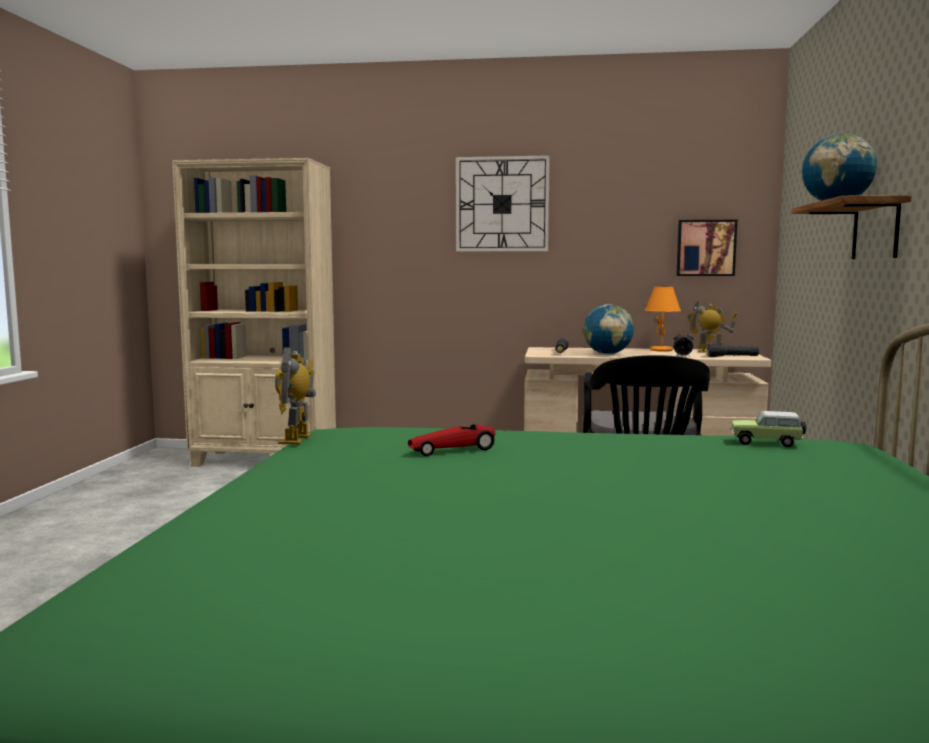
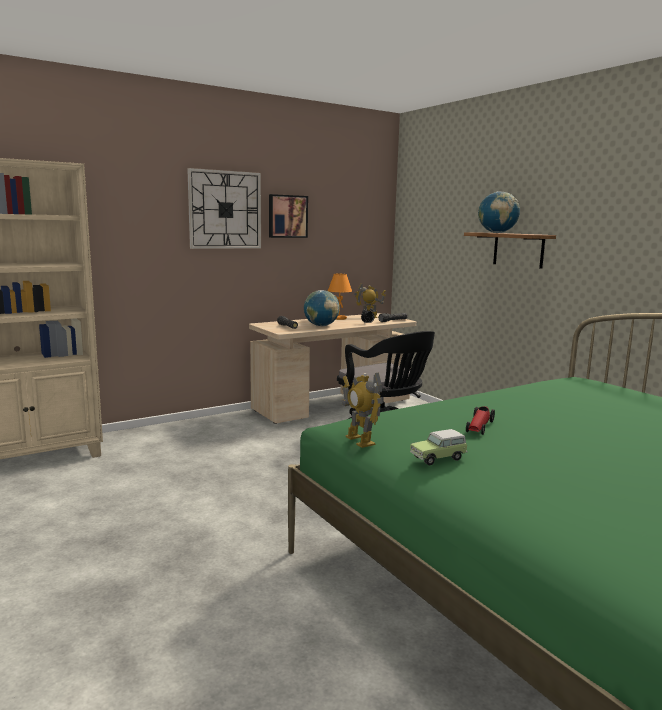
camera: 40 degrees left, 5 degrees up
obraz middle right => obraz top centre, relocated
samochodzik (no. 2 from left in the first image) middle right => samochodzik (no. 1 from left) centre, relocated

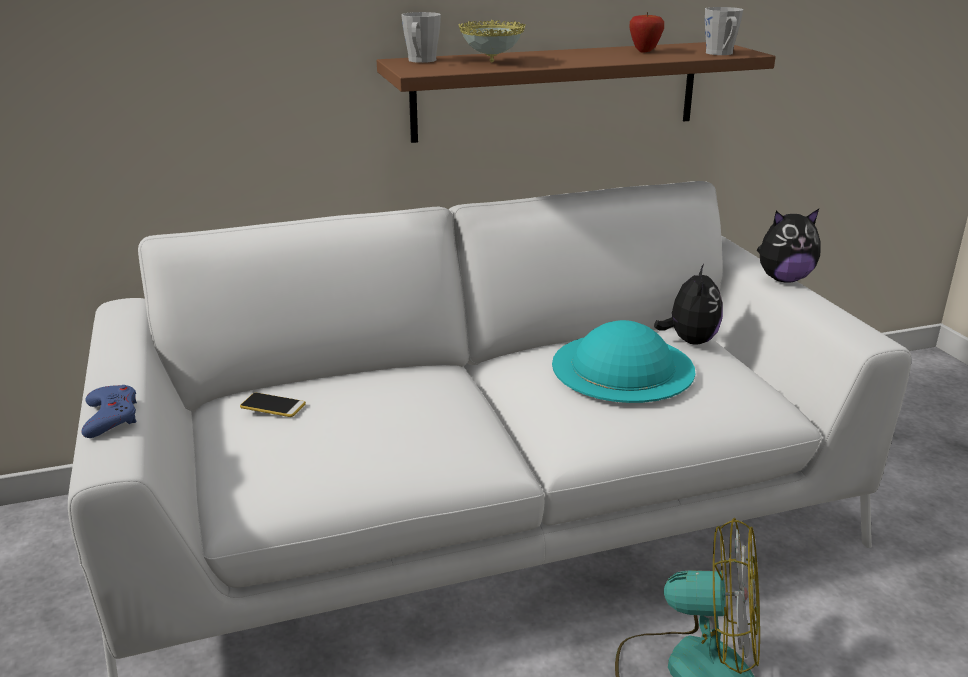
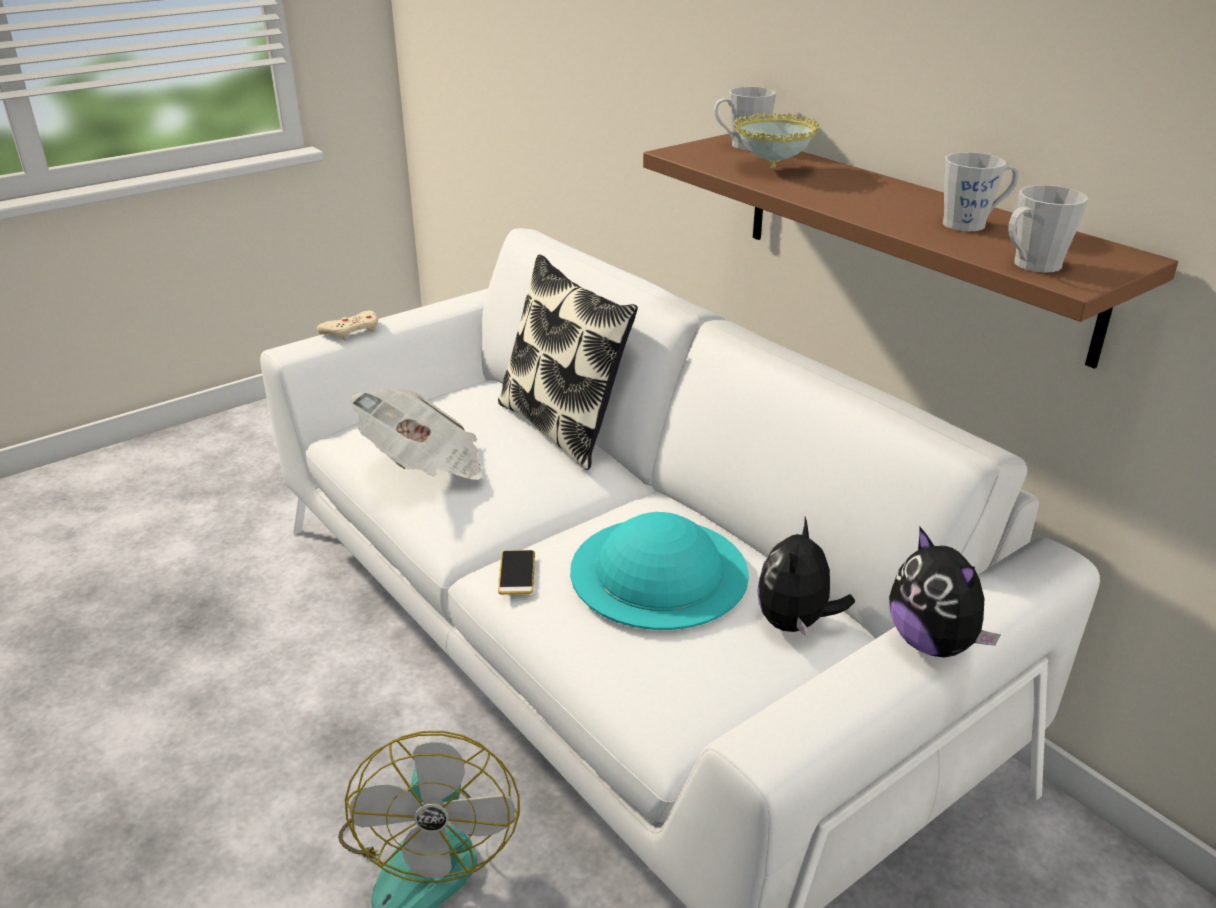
camera: 70 degrees right, 5 degrees up
nothing => gazeta centre
nothing => poduszka centre
telefon middle left => telefon centre, relocated
jabłko top right => kubek (szary) (no. 2 from left) top right
pad do gier (niebieski) middle left => pad do gier (beżowy) middle left
pluszak (no. 1 from left) middle right => pluszak (no. 1 from left) centre, 120 degrees clockwise

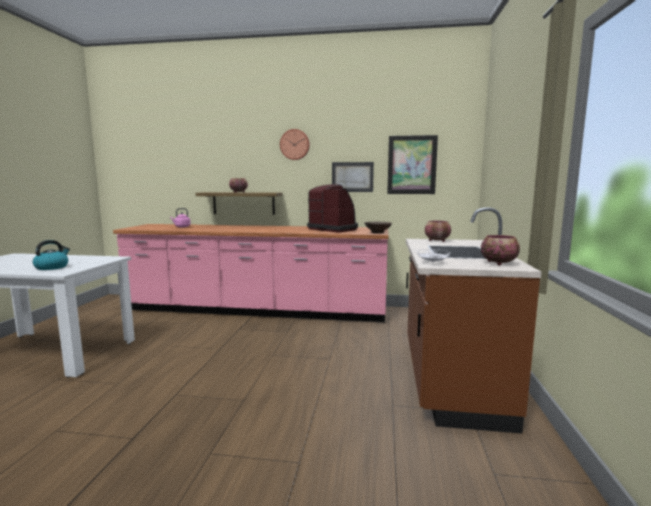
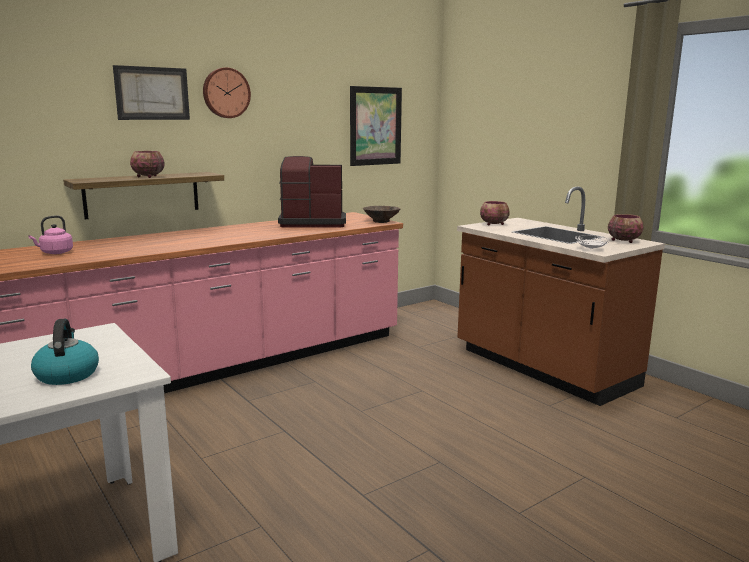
camera: 45 degrees left, 5 degrees up
obraz (no. 1 from left) centre => obraz (no. 1 from left) top left, relocated

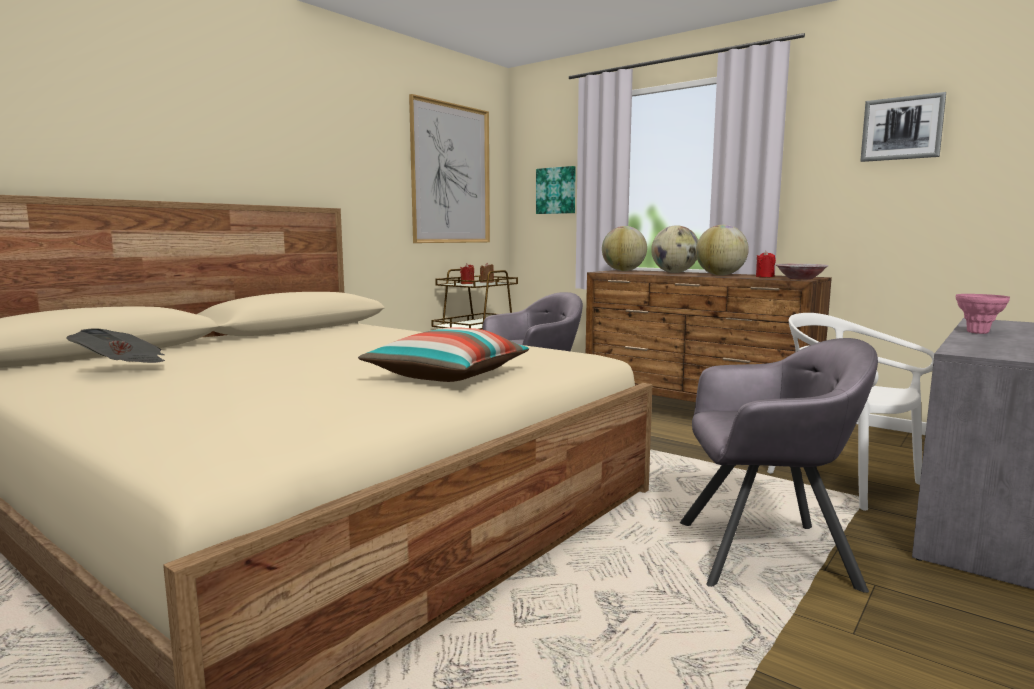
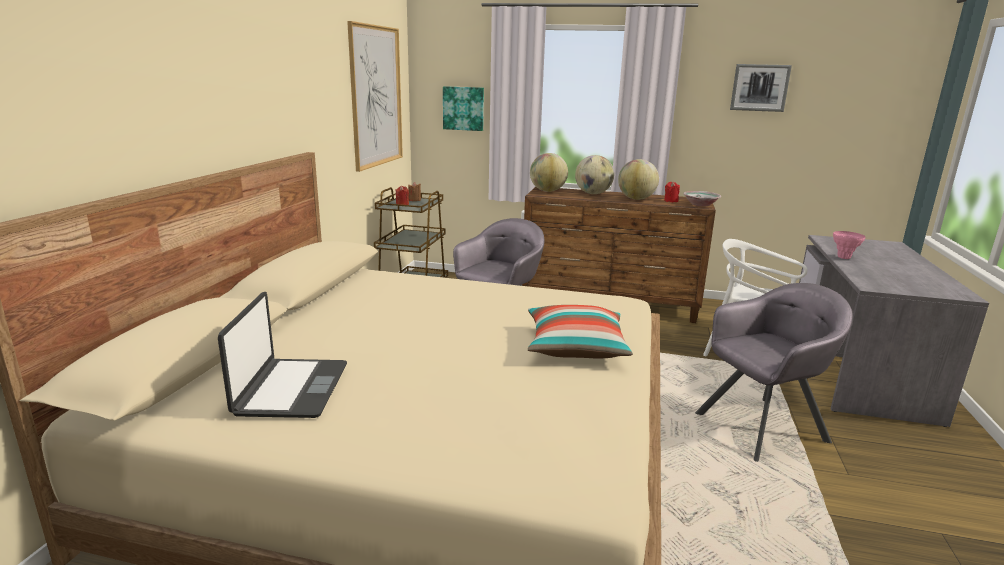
camera: 25 degrees left, 10 degrees up
gazeta middle left => laptop middle left

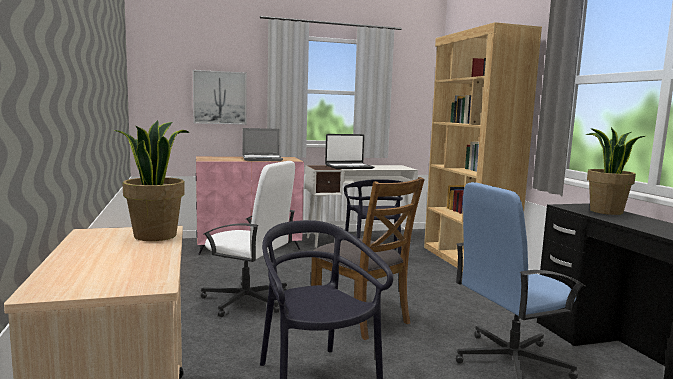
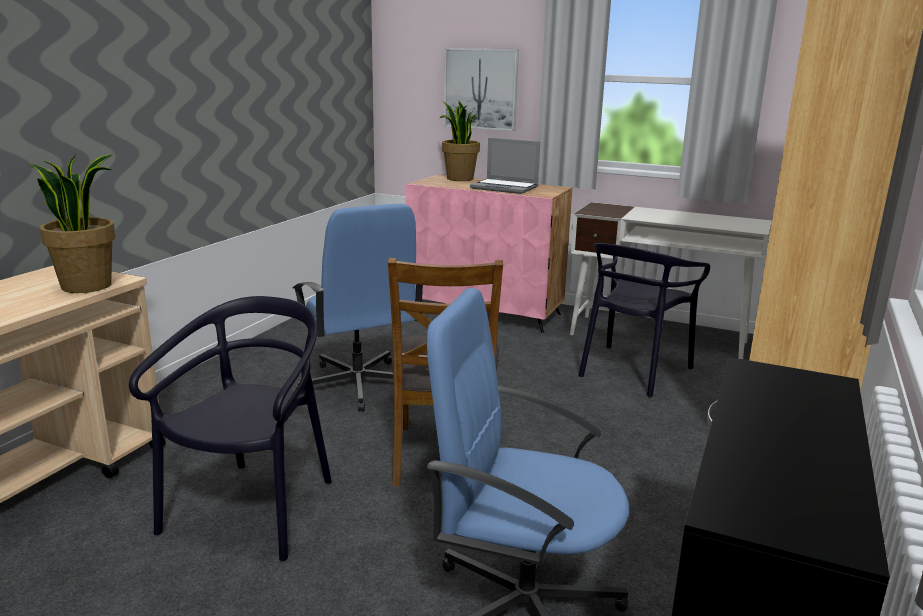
camera: 40 degrees right, 10 degrees up
laptop (no. 2 from left) centre => nothing
roślina doniczkowa (no. 2 from left) middle right => roślina doniczkowa (no. 2 from left) top centre, relocated
krzesło biurowe (biały) centre => krzesło biurowe (niebieski) (no. 1 from left) centre

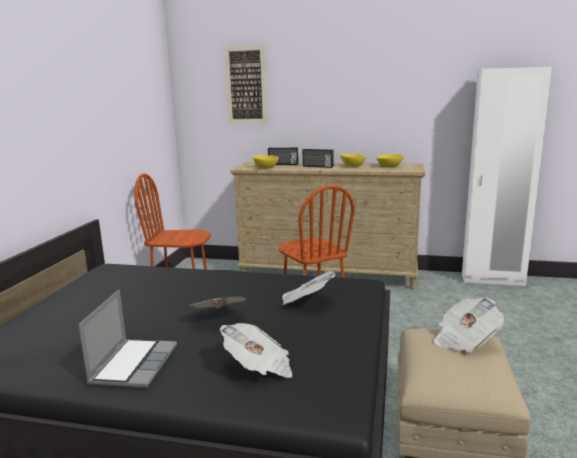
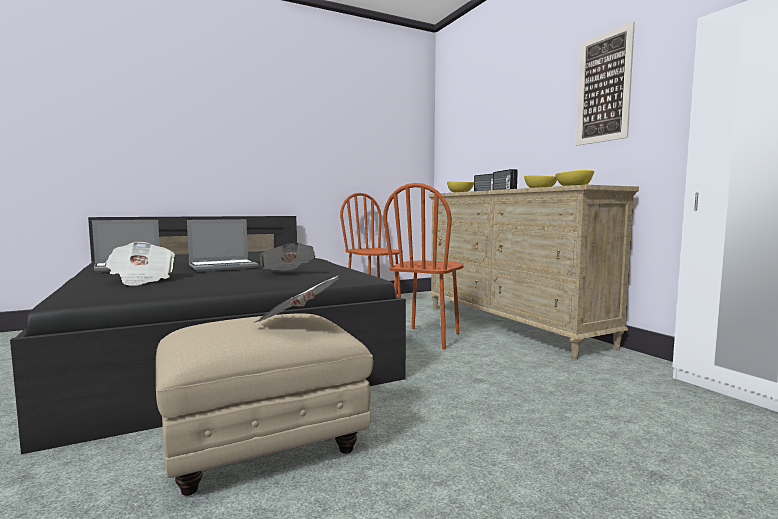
camera: 50 degrees right, 10 degrees down
obraz top centre => obraz top right, relocated
gazeta (no. 1 from left) centre => laptop (no. 2 from left) middle left

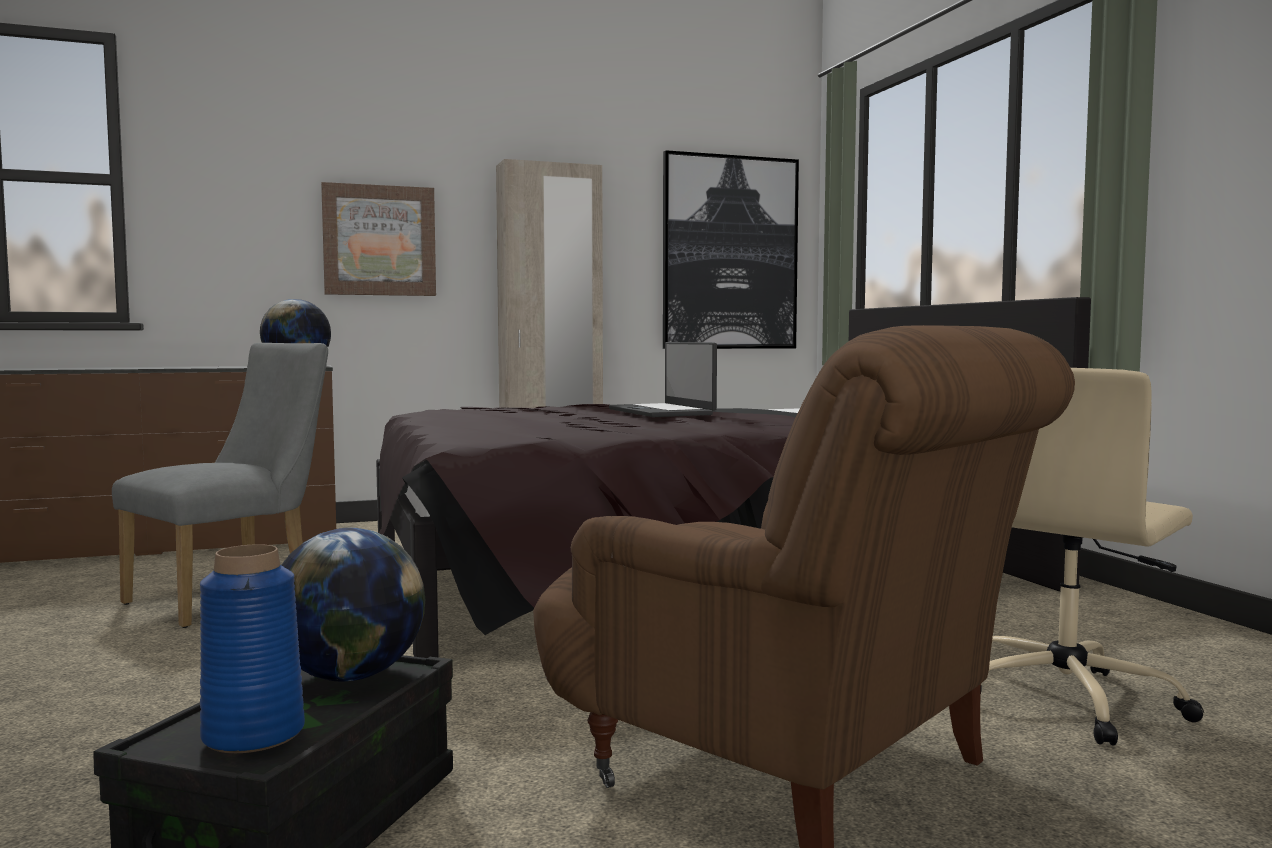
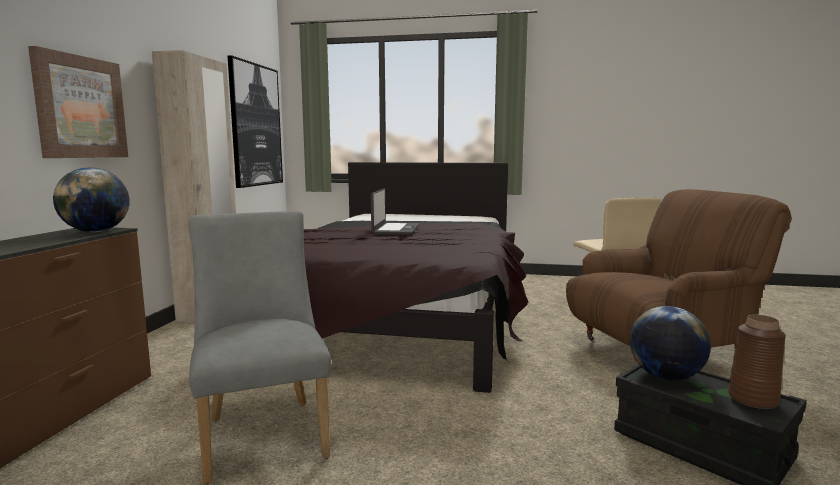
camera: 60 degrees left, 5 degrees up
wazon (niebieski) bottom left => wazon (brązowy) bottom right
laptop centre, 90 degrees counterclockwise

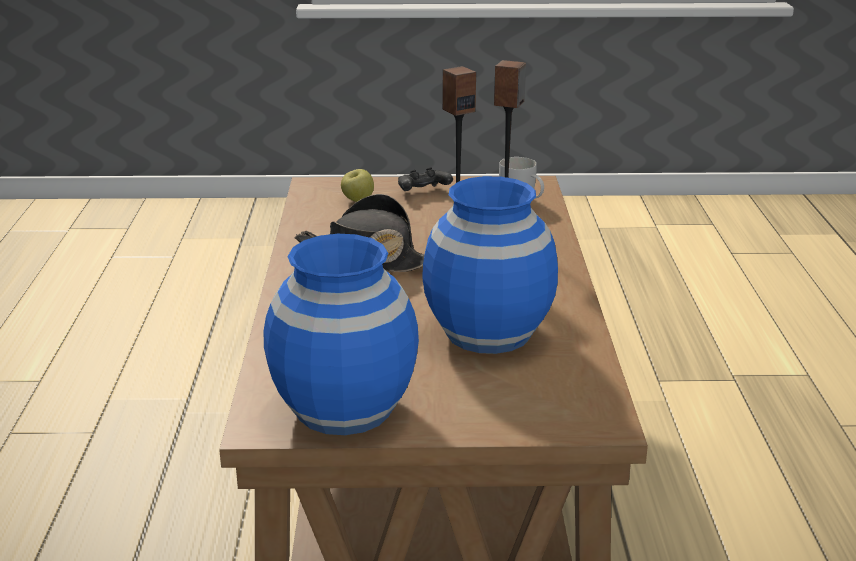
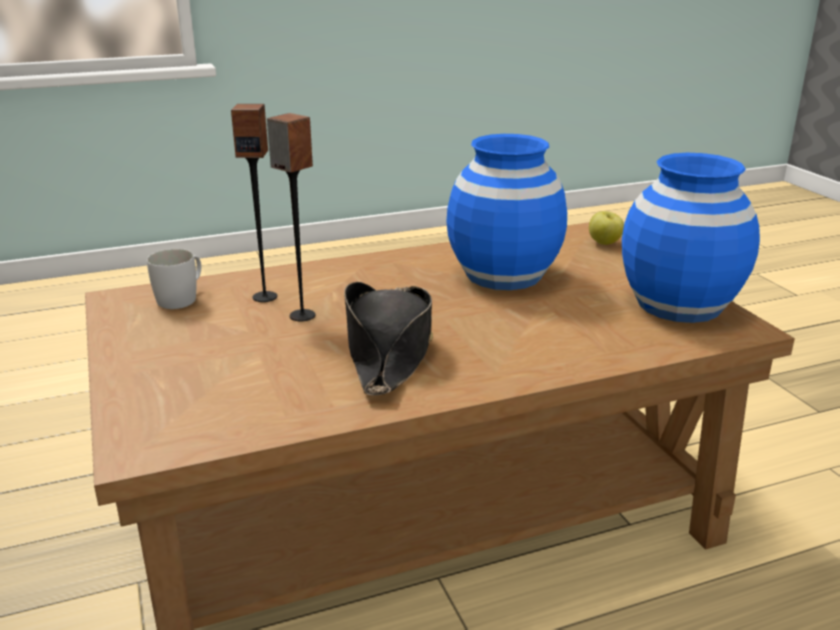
camera: 110 degrees left, 0 degrees up
pad do gier (czarny) top centre => nothing
jabłko top centre => jabłko middle right, relocated

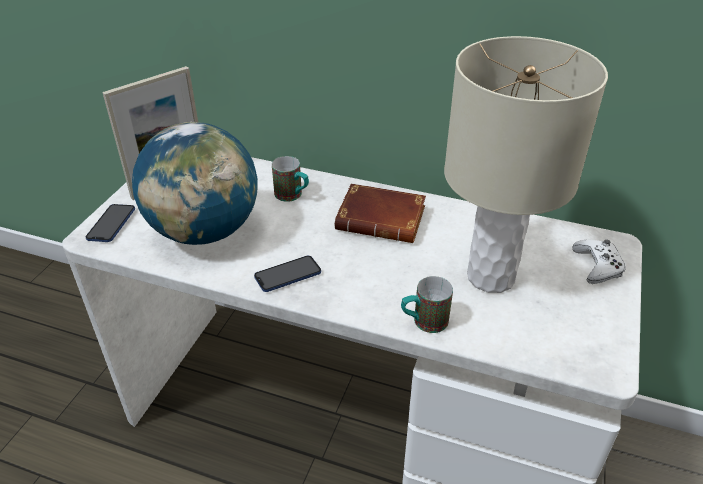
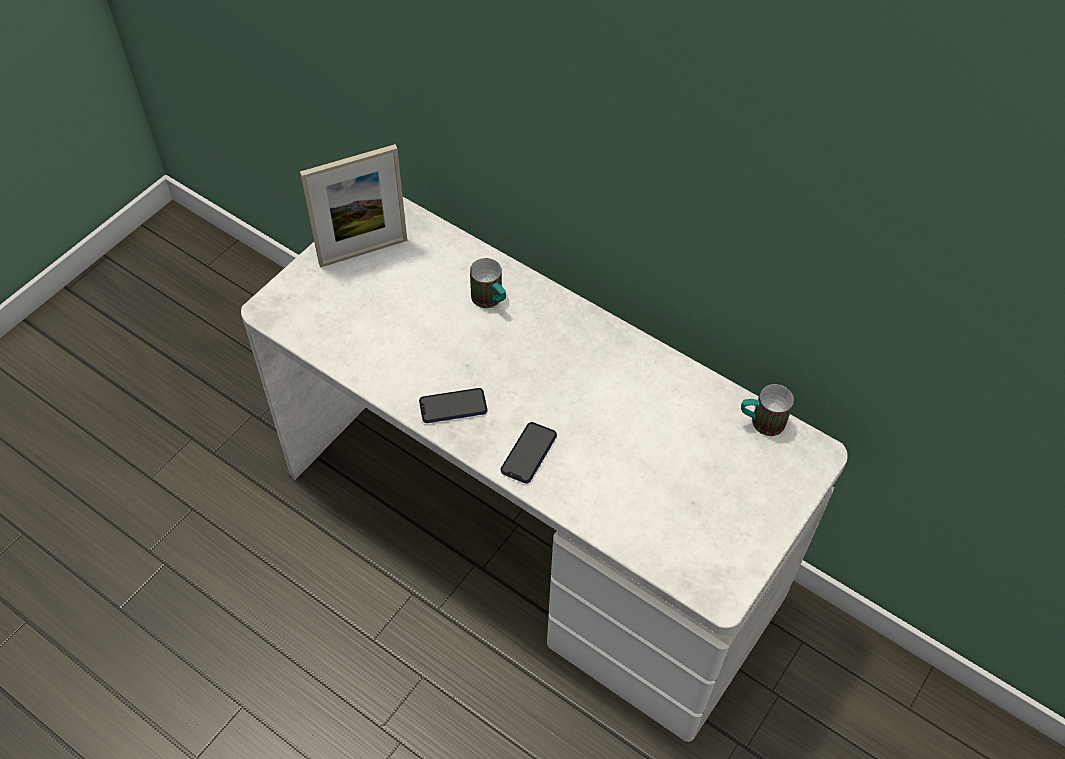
camera: 15 degrees right, 15 degrees up
globus middle left => nothing
książka (brązowy) centre => nothing
lampa stołowa (beżowy) middle right => nothing
pad do gier (biały) middle right => nothing
telefon (no. 1 from left in the first image) middle left => telefon (no. 2 from left) centre, relocated
kubek (no. 2 from left) centre => kubek (no. 2 from left) middle right, relocated

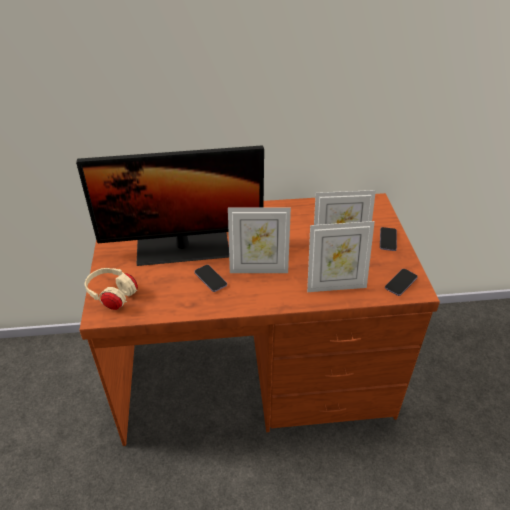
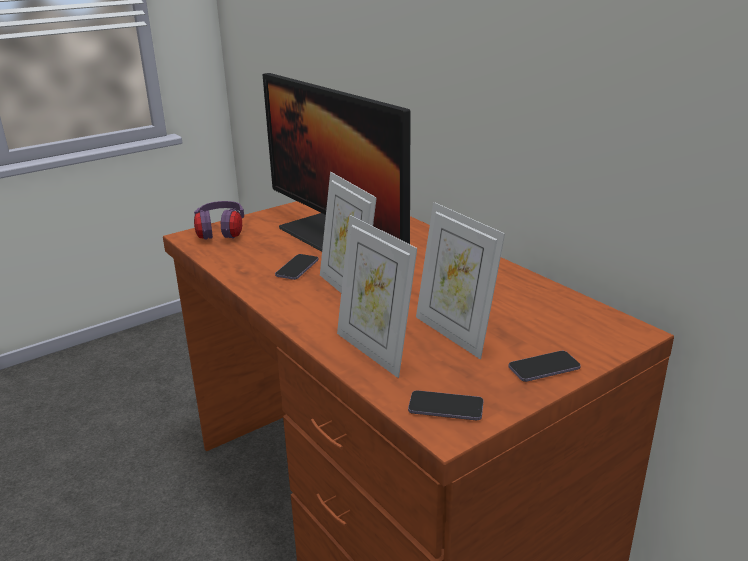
camera: 60 degrees right, 15 degrees down
słuchawki (beżowy) middle left => słuchawki (fioletowy) middle left

